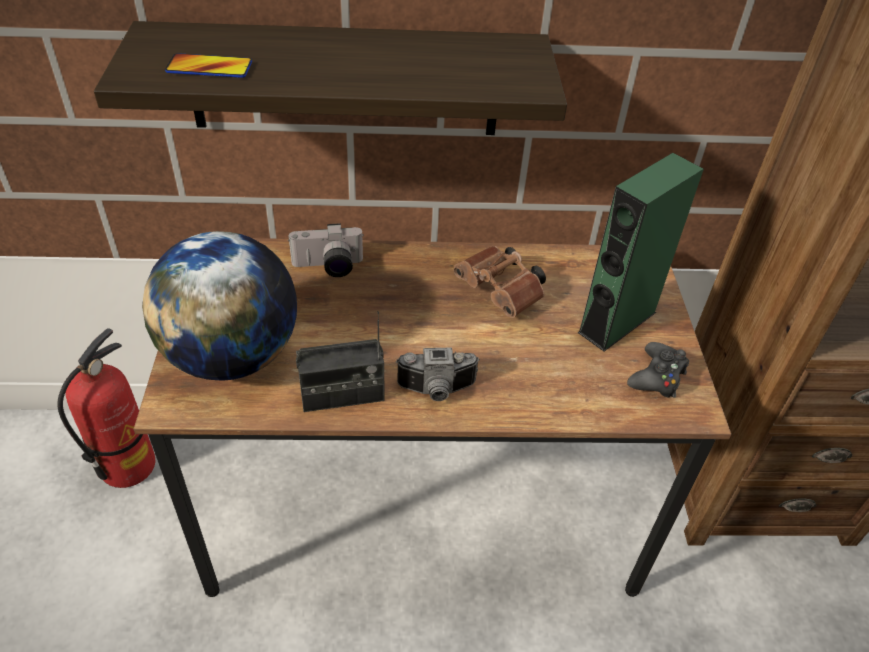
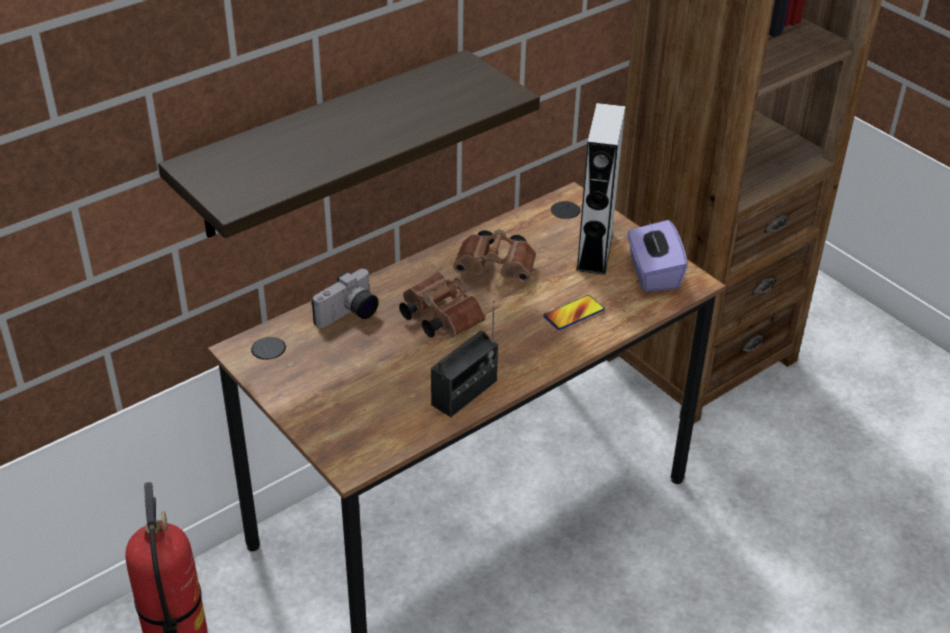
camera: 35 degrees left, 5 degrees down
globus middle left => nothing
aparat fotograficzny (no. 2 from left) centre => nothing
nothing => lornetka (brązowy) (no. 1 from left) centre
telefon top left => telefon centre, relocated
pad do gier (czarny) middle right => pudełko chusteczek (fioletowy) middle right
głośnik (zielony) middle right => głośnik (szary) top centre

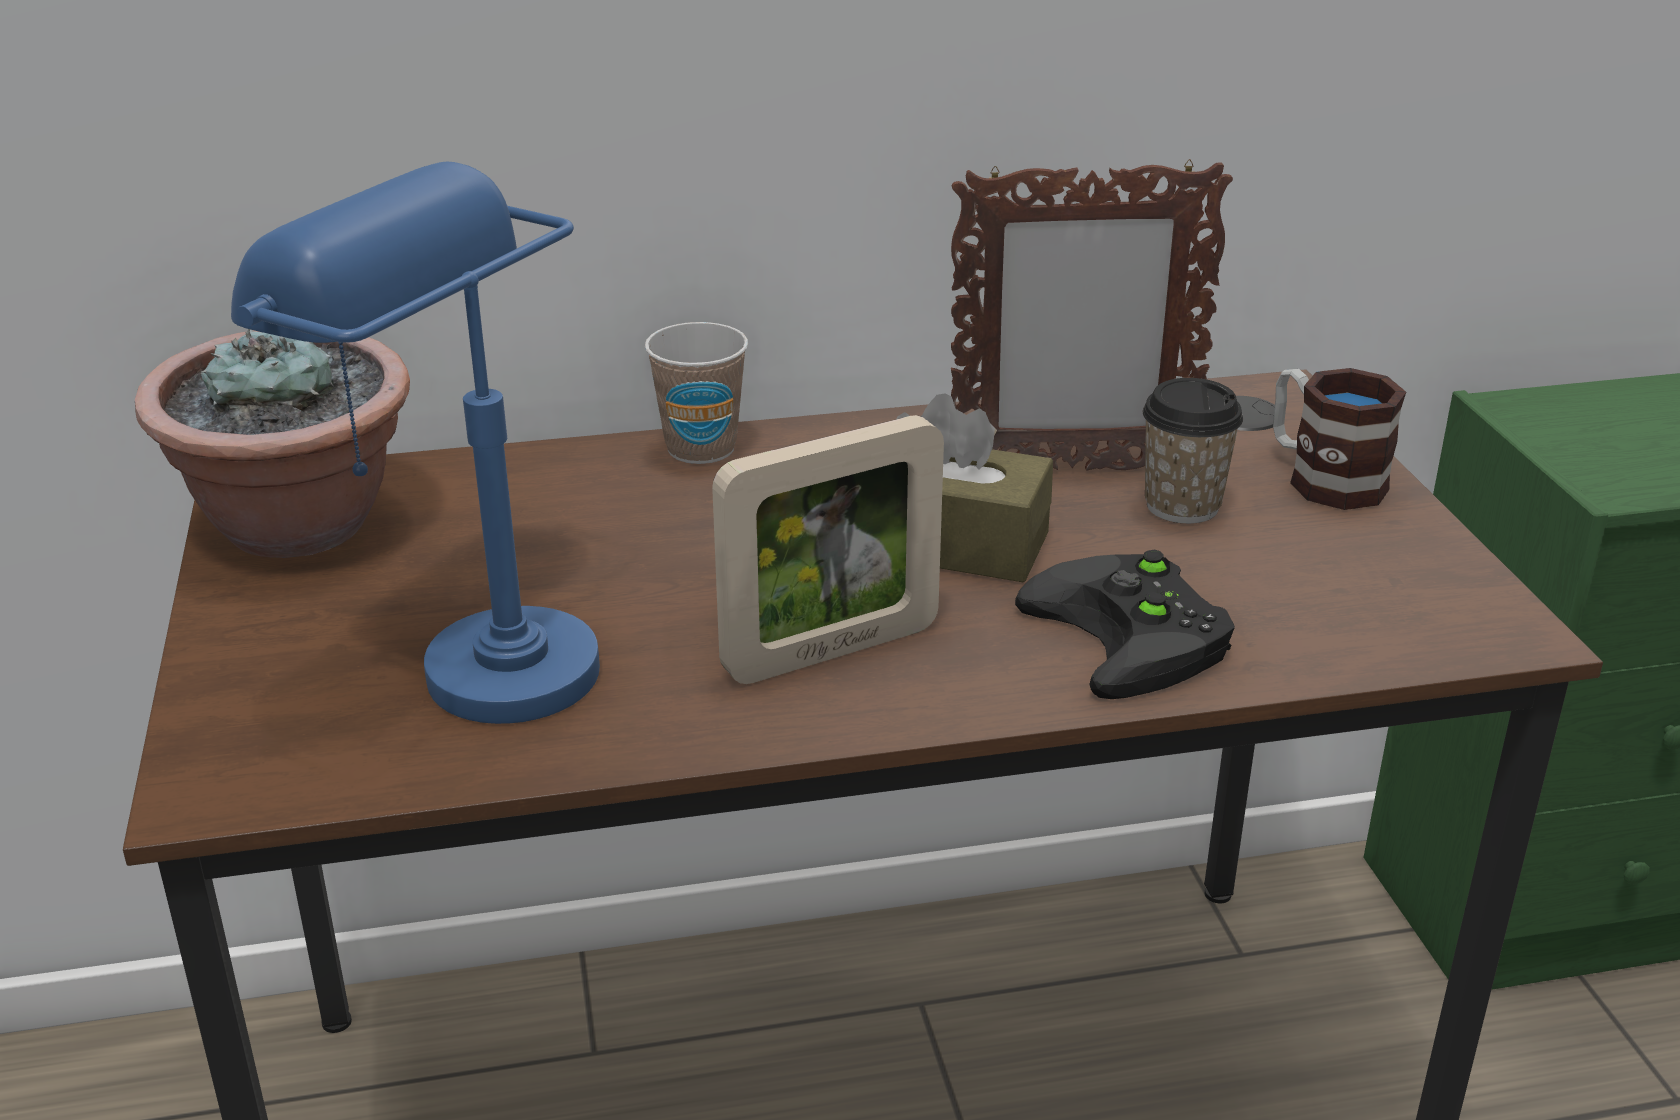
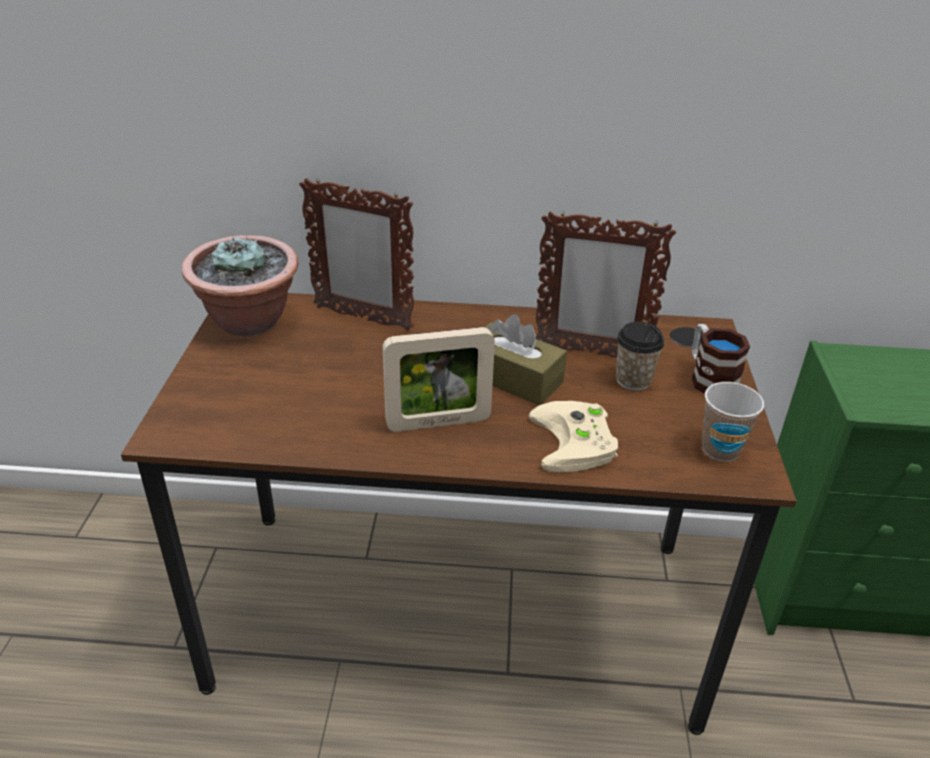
camera: 15 degrees right, 5 degrees up
lampa stołowa (niebieski) middle left => nothing
nothing => ramka na zdjęcie (no. 1 from left) centre
filiżanka (no. 1 from left in the first image) centre => filiżanka (no. 2 from left) middle right, relocated
pad do gier (czarny) middle right => pad do gier (beżowy) centre

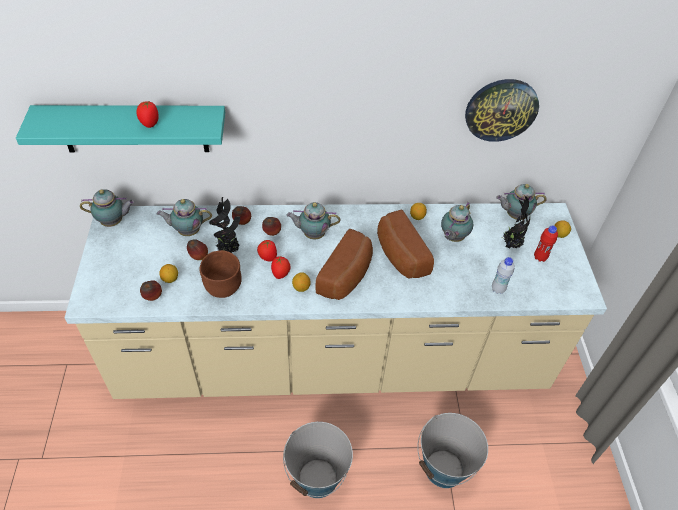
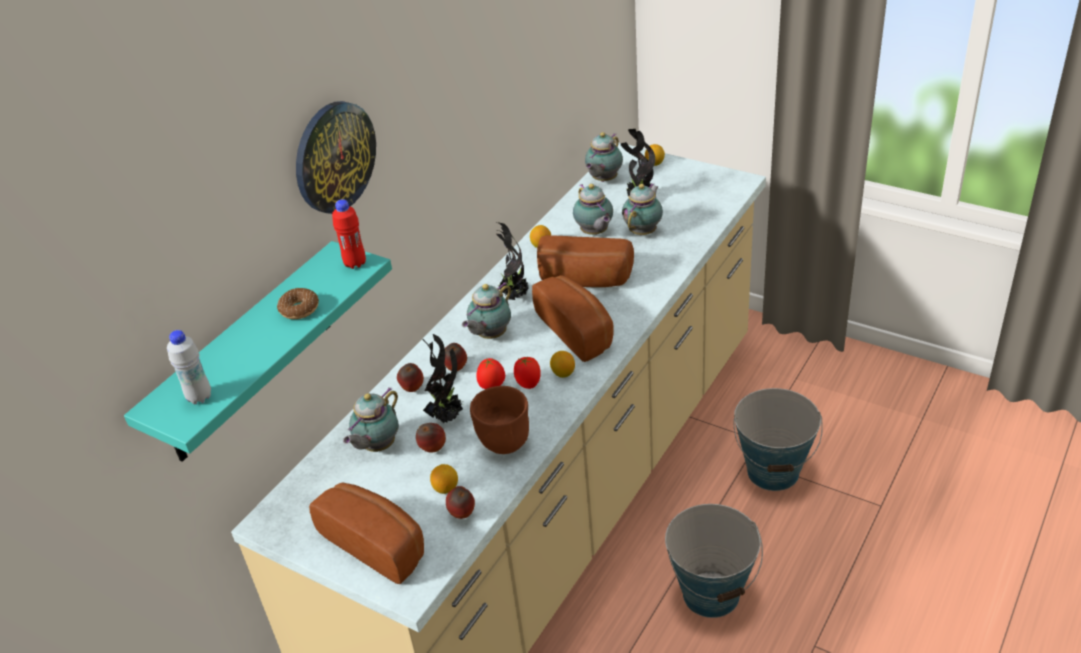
camera: 50 degrees left, 10 degrees down
nothing => chleb (no. 1 from left) bottom centre
nothing => roślina doniczkowa (no. 2 from left) centre
imbryk (no. 1 from left in the first image) middle left => imbryk (no. 5 from left) top centre, relocated
zegar ścienny top right => zegar ścienny top left, relocated
butelka (biały) middle right => butelka (biały) middle left, relocated
butelka (czerwony) middle right => butelka (czerwony) middle left, relocated
pomidor (no. 1 from left) top left => donut middle left

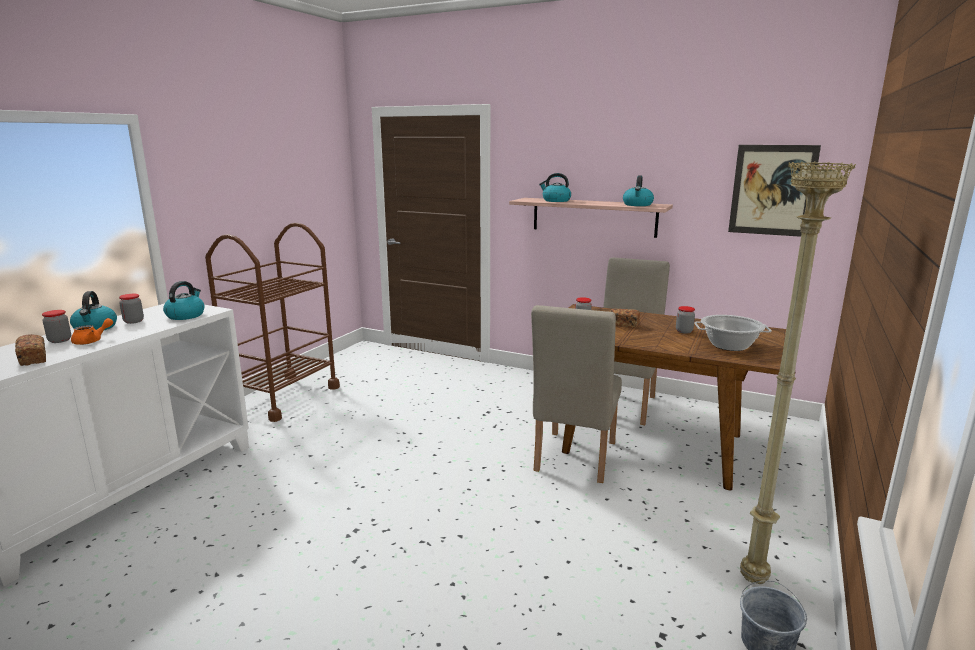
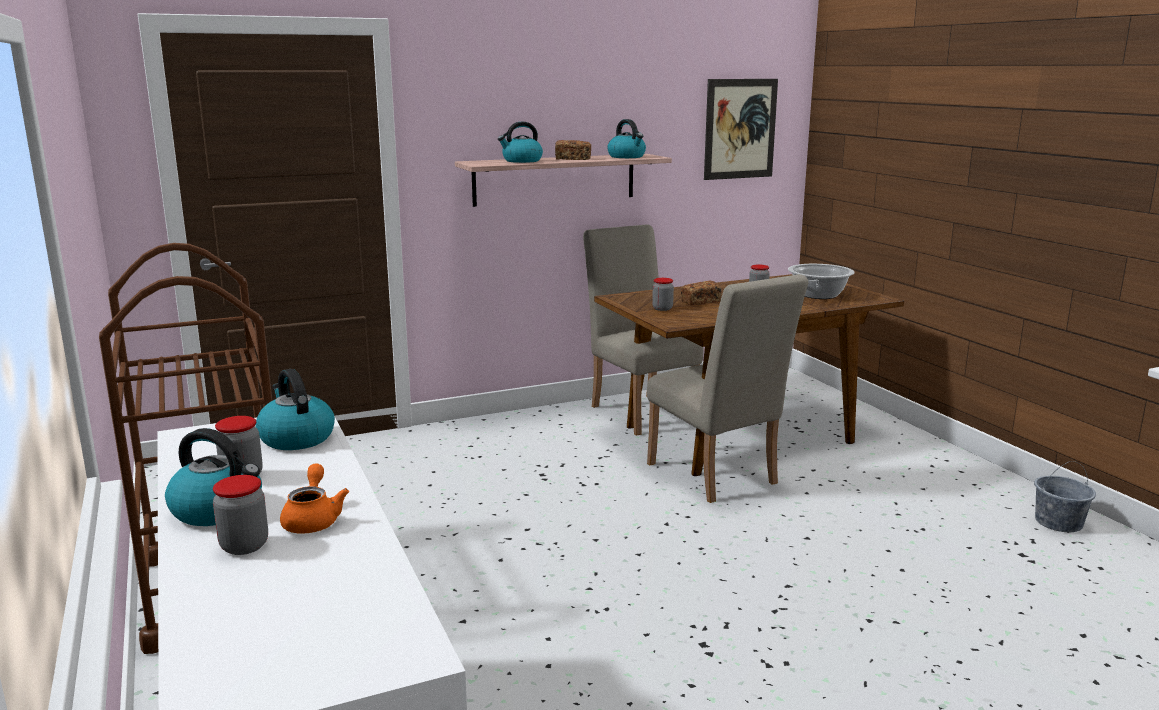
camera: 50 degrees left, 0 degrees up
lampa stojąca (beżowy) middle right => nothing
chleb (no. 1 from left) middle left => chleb (no. 1 from left) top centre, relocated

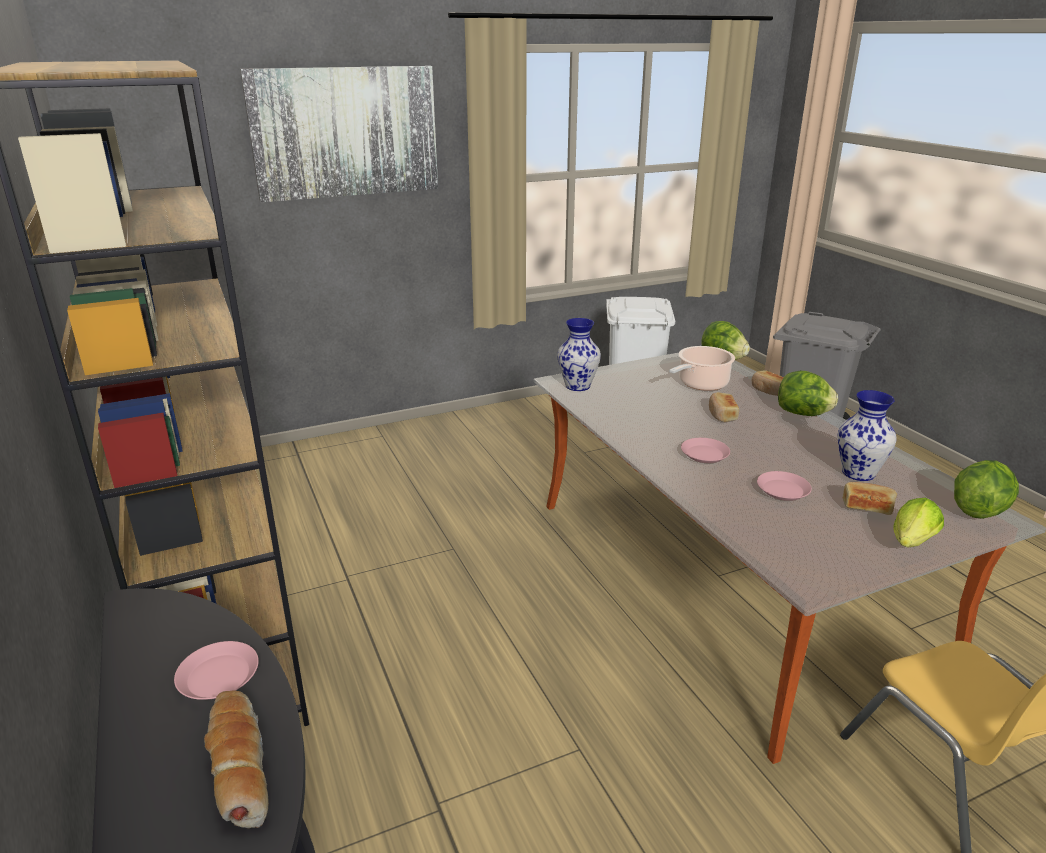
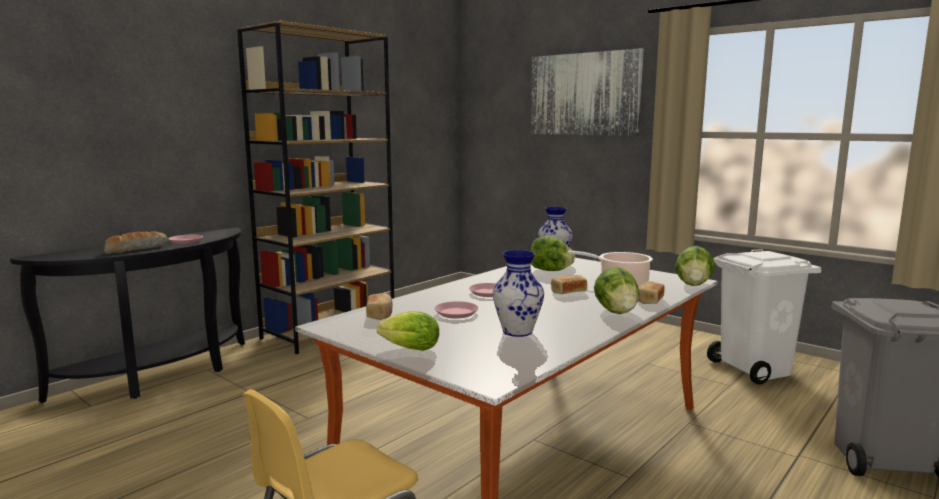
camera: 65 degrees right, 15 degrees down
chleb (no. 4 from left in the first image) middle right => chleb (no. 2 from left) centre, relocated
sałata (no. 4 from left in the first image) middle right => sałata (no. 2 from left) centre, relocated

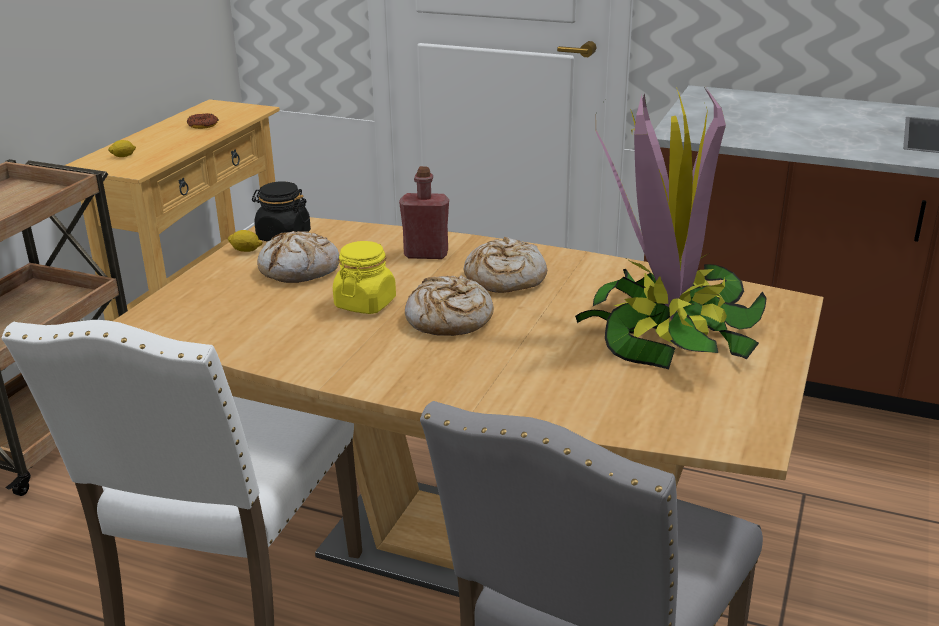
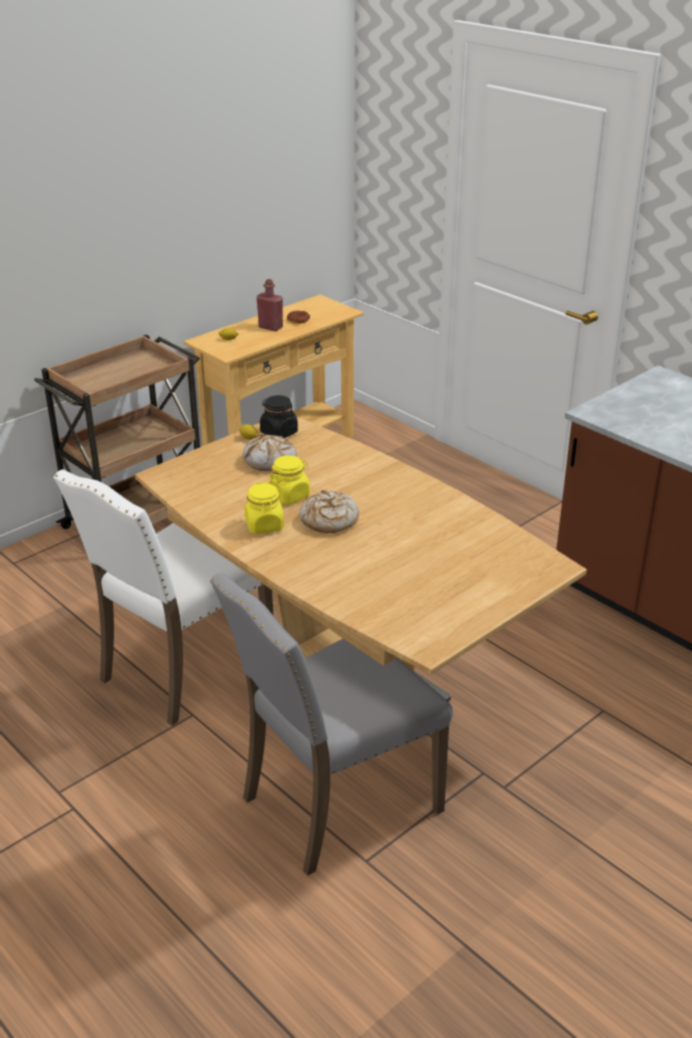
camera: 25 degrees right, 5 degrees up
chleb (no. 3 from left) centre => nothing
roślina doniczkowa middle right => nothing
nothing => słoik (żółty) (no. 1 from left) centre
butelka (czerwony) centre => butelka (czerwony) top centre, relocated

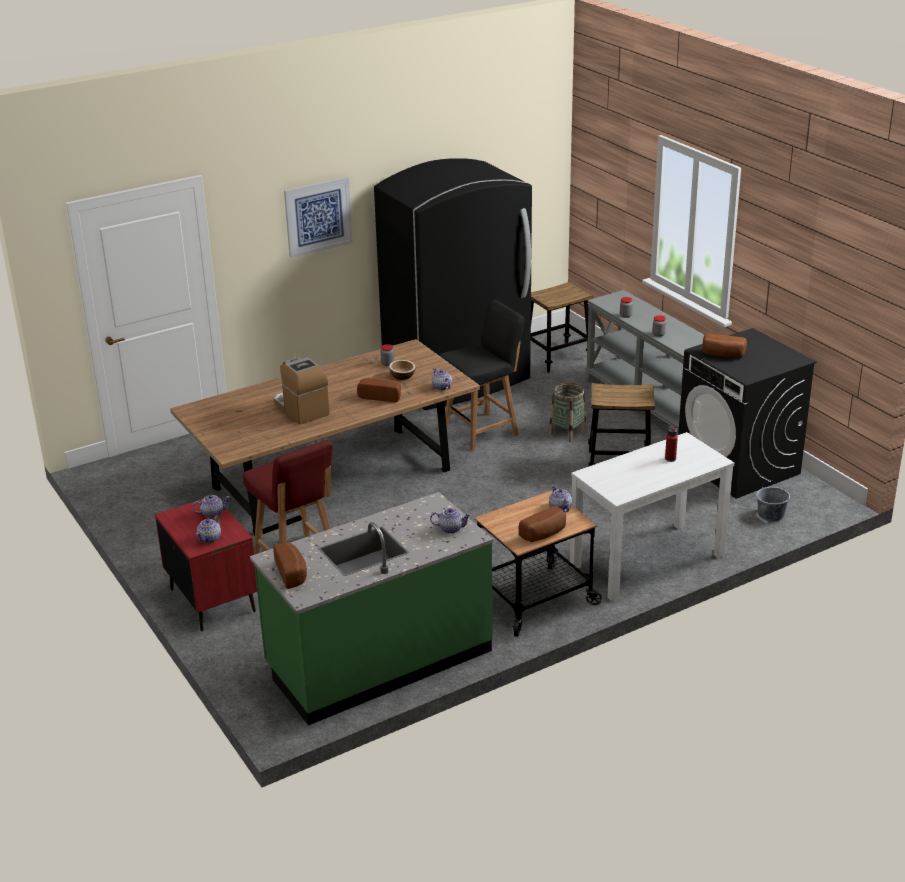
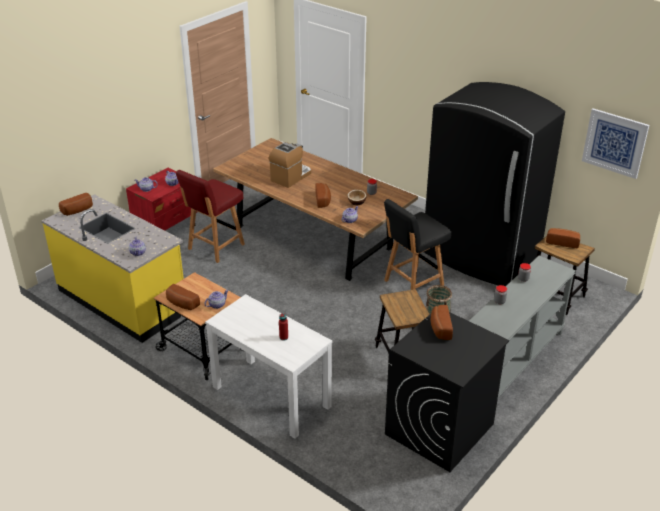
camera: 70 degrees right, 5 degrees up
wiadro (szary) middle right => nothing
nothing => chleb (no. 5 from left) middle right
obraz top centre => obraz top right, relocated
zabudowa kuchenna (zielony) bottom centre => zabudowa kuchenna (żółty) middle left
krzesło (czarny) centre, 105 degrees clockwise

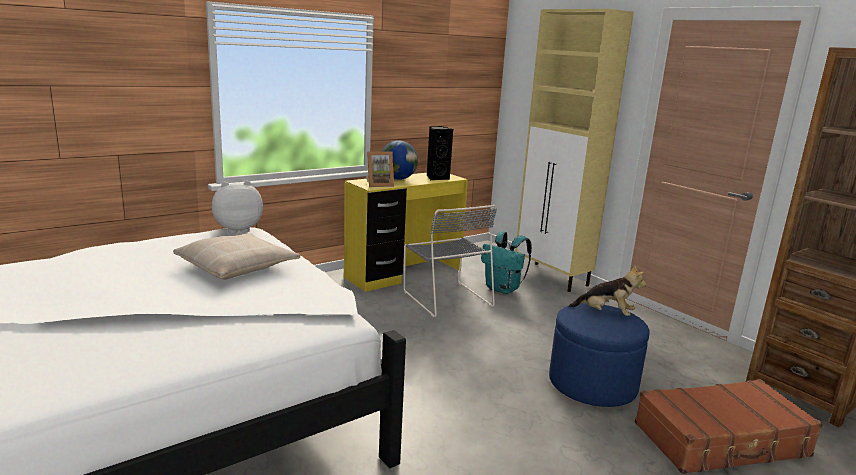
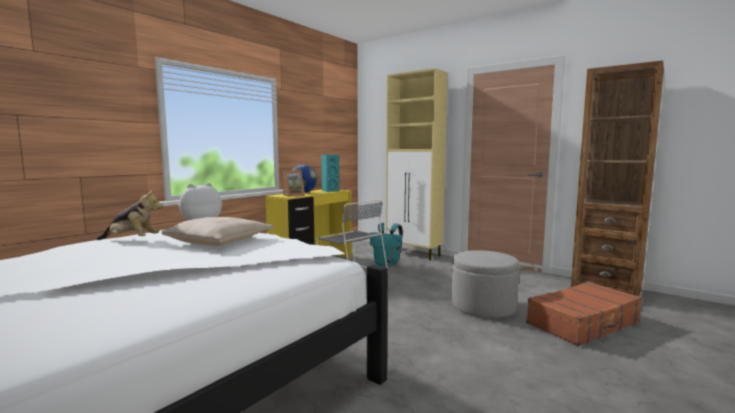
camera: 15 degrees left, 10 degrees down
pluszak (no. 2 from left in the first image) middle right => pluszak (no. 1 from left) middle left, relocated
głośnik (czarny) top centre => głośnik (turkusowy) centre
pufa (niebieski) bottom right => pufa (szary) bottom centre

